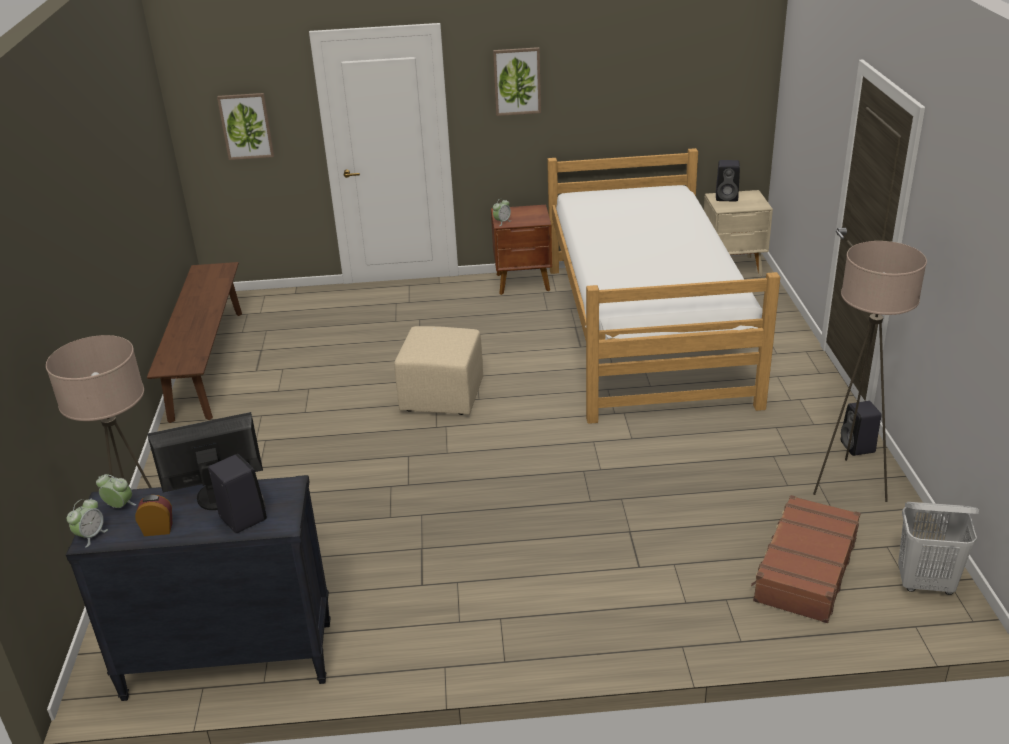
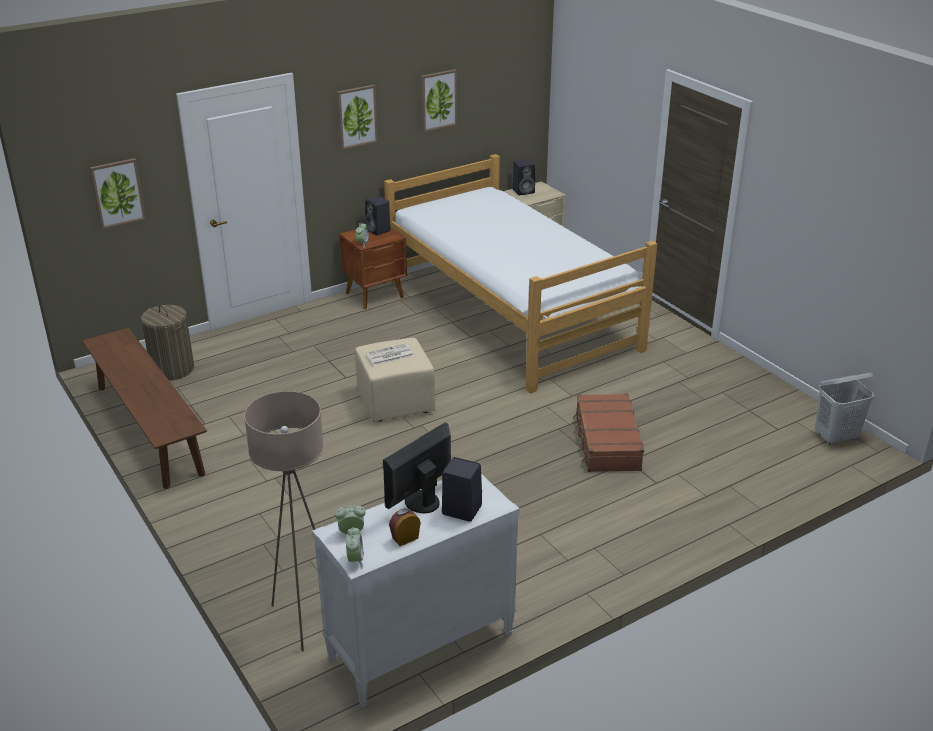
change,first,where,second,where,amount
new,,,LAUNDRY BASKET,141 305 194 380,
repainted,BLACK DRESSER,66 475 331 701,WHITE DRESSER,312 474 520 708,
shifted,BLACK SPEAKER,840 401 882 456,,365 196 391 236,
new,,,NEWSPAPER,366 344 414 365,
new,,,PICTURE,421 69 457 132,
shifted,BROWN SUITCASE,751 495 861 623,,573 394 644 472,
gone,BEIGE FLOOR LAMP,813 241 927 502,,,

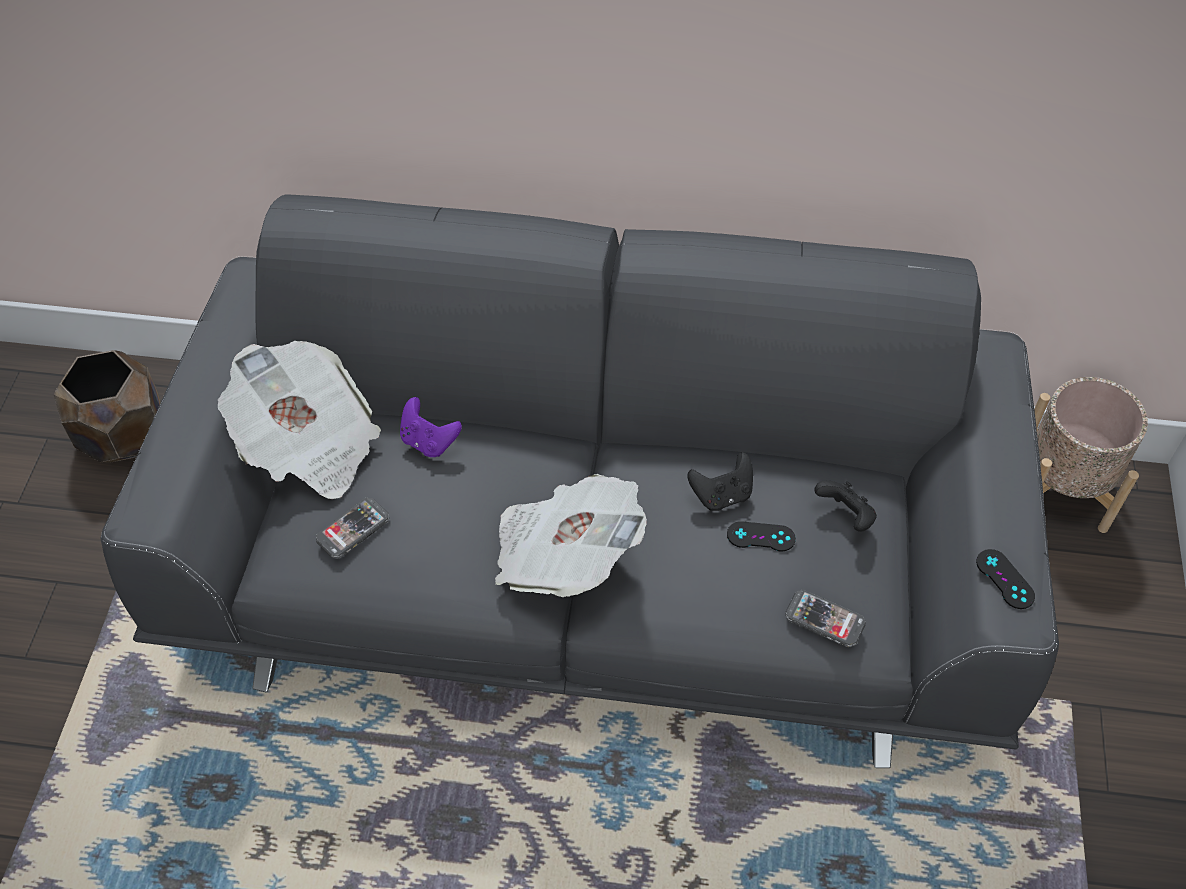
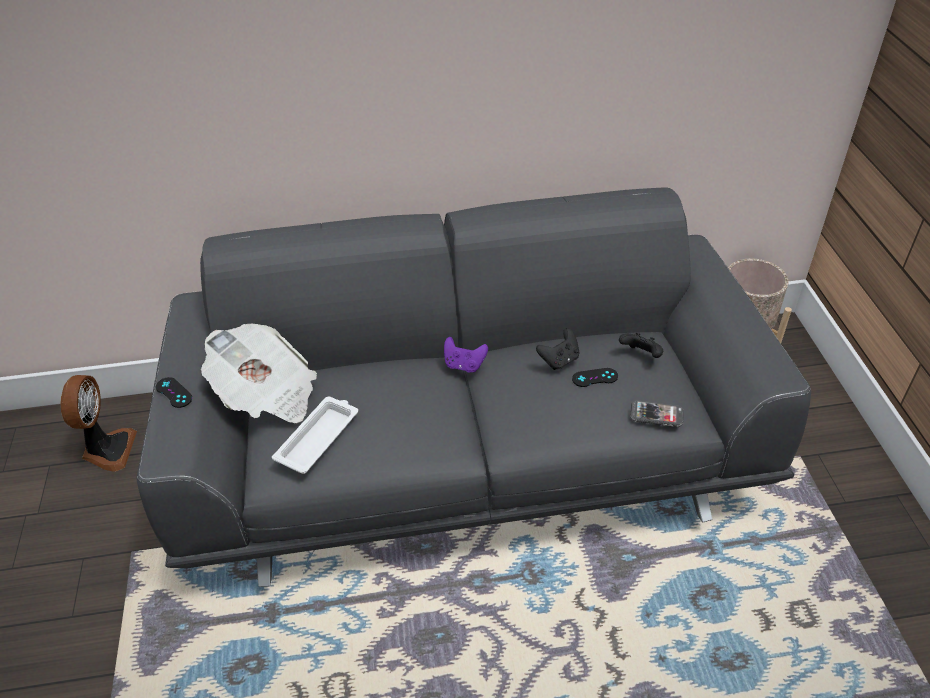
change,first,where,second,where,amount
swapped,BROWN PLANTER,54 350 161 463,FAN,60 375 137 472,
shifted,BLACK GAME CONTROLLER,976 549 1035 609,,156 377 192 408,
swapped,PHONE,316 498 389 558,WHITE TRAY,272 397 358 474,
shifted,PURPLE GAME CONTROLLER,400 397 462 457,,444 337 488 372,
gone,NEWSPAPER,495 474 647 597,,,

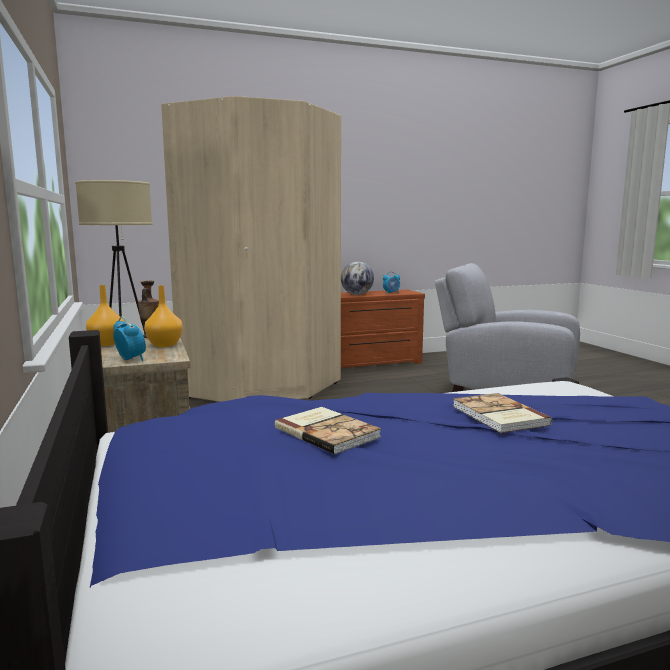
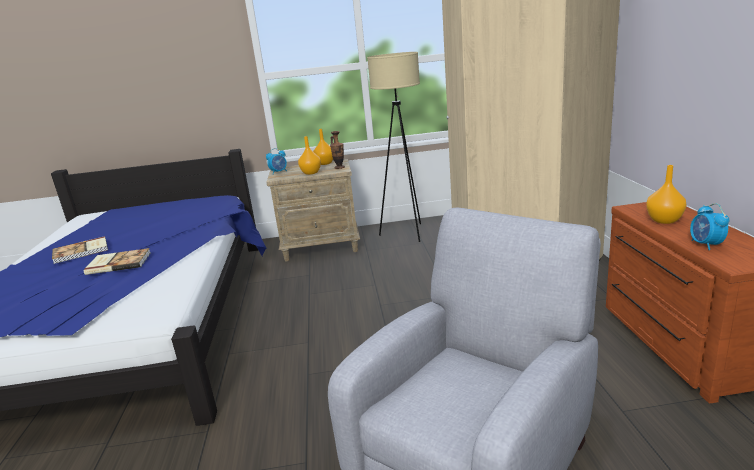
change,first,where,second,where,amount
shifted,BOOK,275 407 381 454,,52 236 108 264,
swapped,GLOBE,341 262 374 295,ORANGE VASE,646 165 686 224,

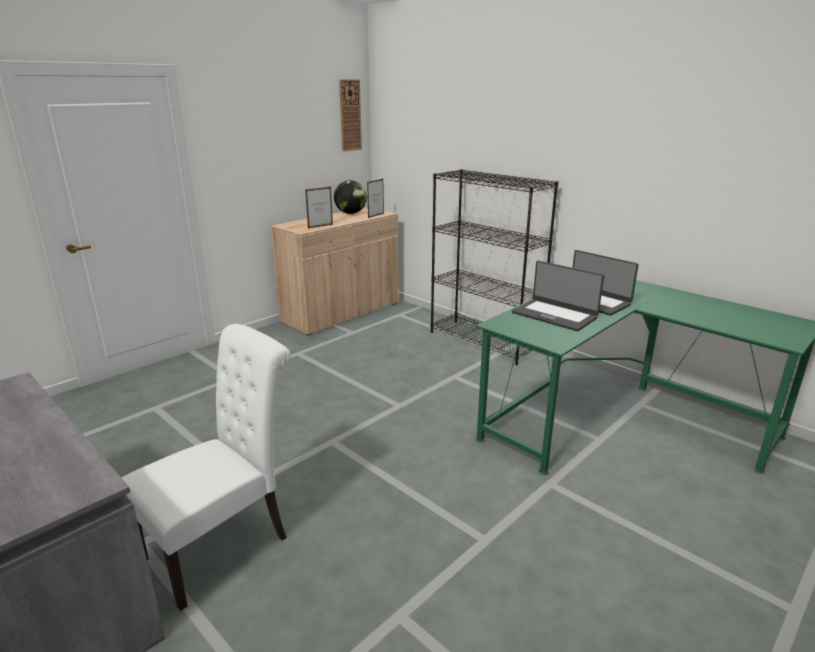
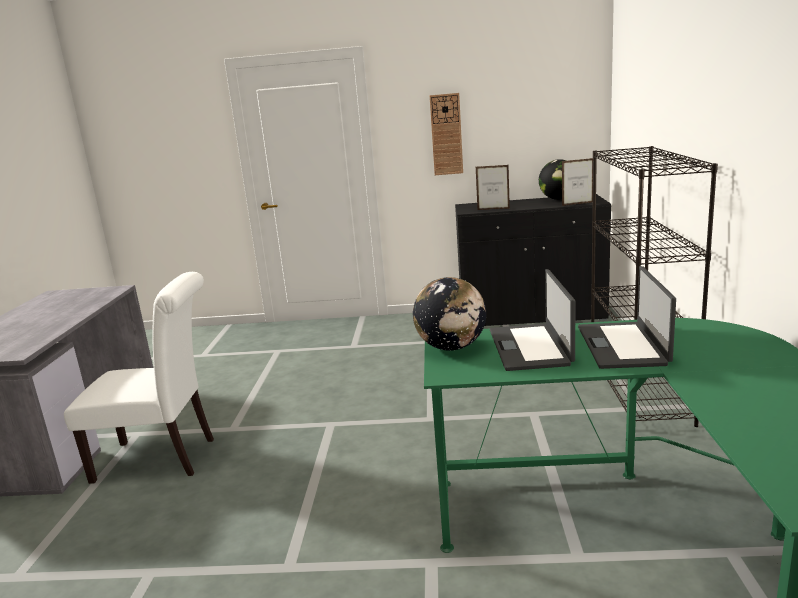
change,first,where,second,where,amount
new,,,GLOBE,413 277 486 351,
shifted,WALL CLOCK,339 79 362 151,,430 93 463 175,
repainted,BEIGE CABINET,270 207 399 336,BLACK CABINET,455 194 611 326,

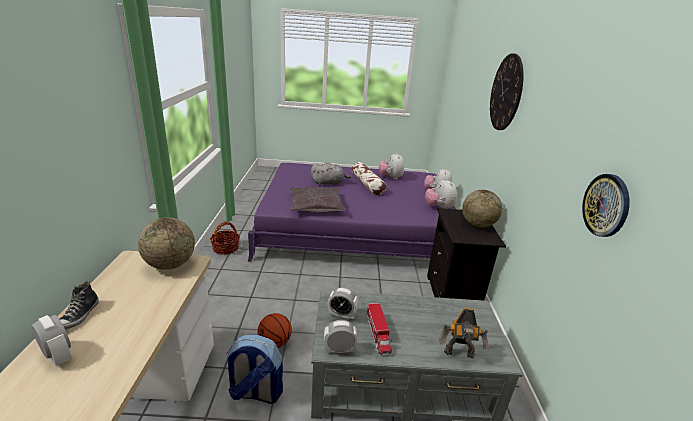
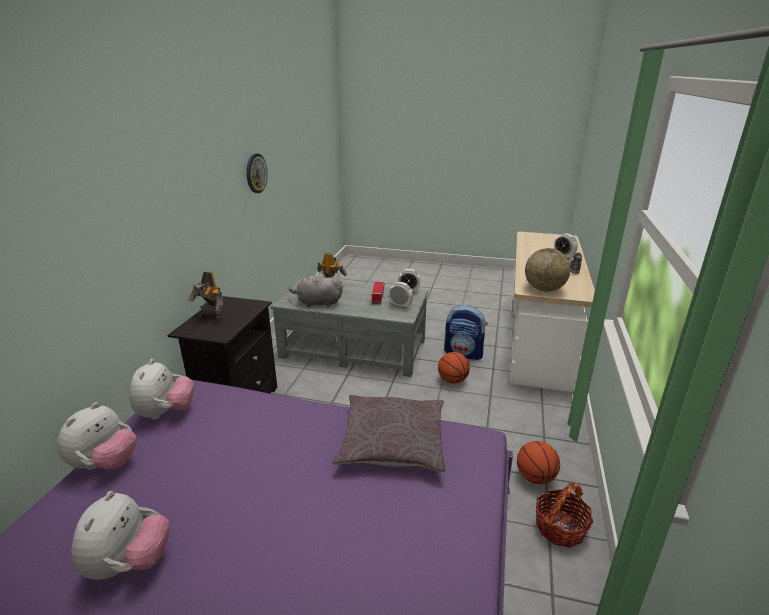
change,first,where,second,where,amount
swapped,GLOBE,462 190 502 228,TOY ROBOT,189 271 223 319,
shifted,GREY PLUSH TOY,311 162 351 186,,289 273 343 307,
new,,,BASKETBALL,517 441 560 484,
gone,PILLOW,352 162 386 195,,,
gone,WALL CLOCK,490 53 524 130,,,

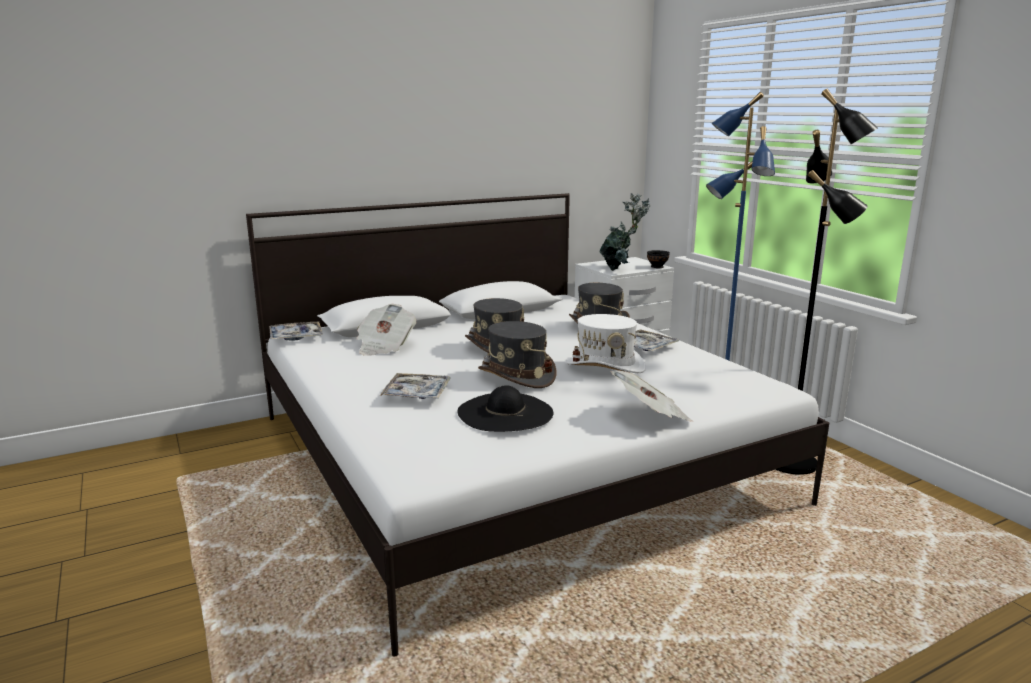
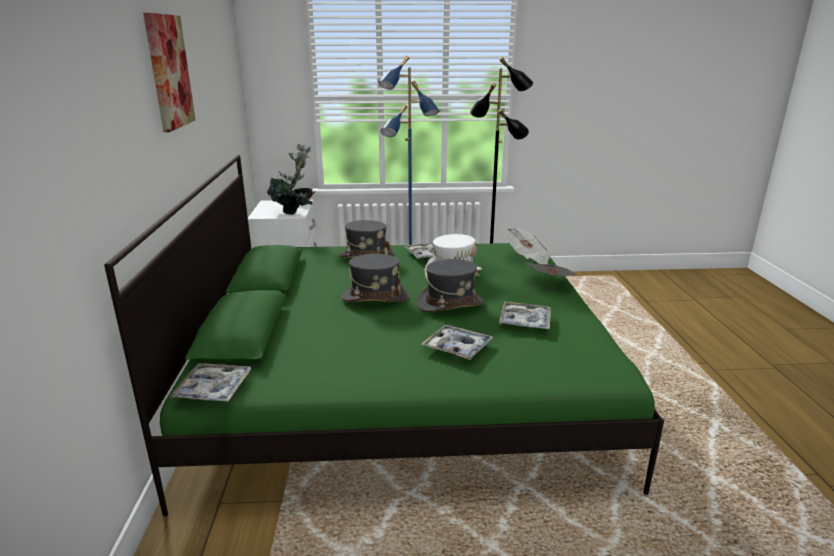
change,first,where,second,where,amount
repainted,WHITE BED,246 193 829 657,GREEN BED,104 155 664 517,
new,,,PICTURE,143 13 196 132,
swapped,BLACK HAT,457 385 553 432,TRAY,499 301 551 330,
shifted,NEWSPAPER,356 304 416 356,,506 227 551 264,

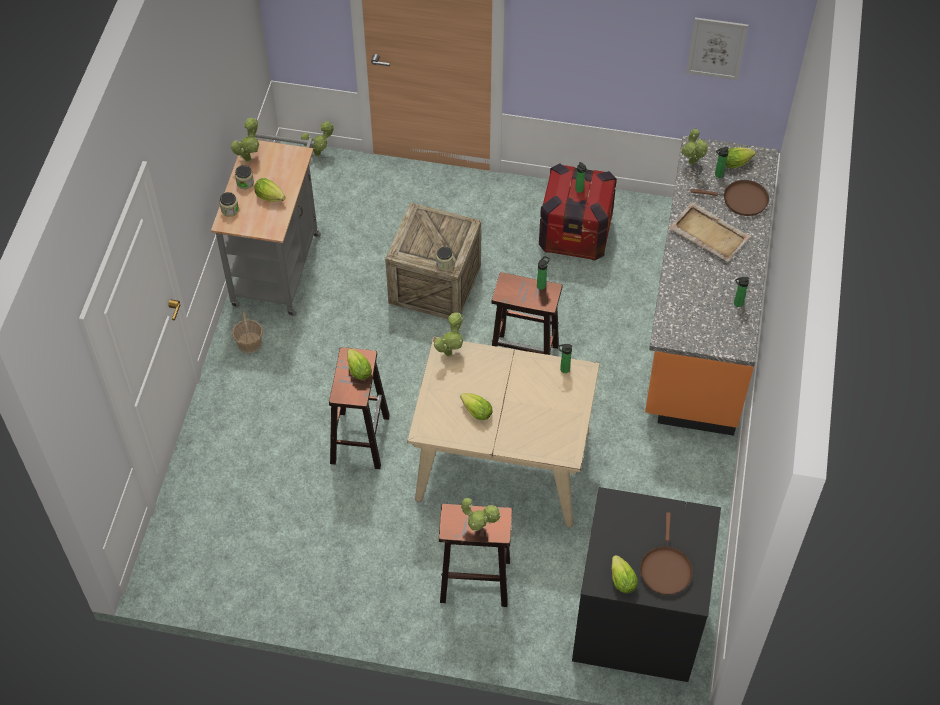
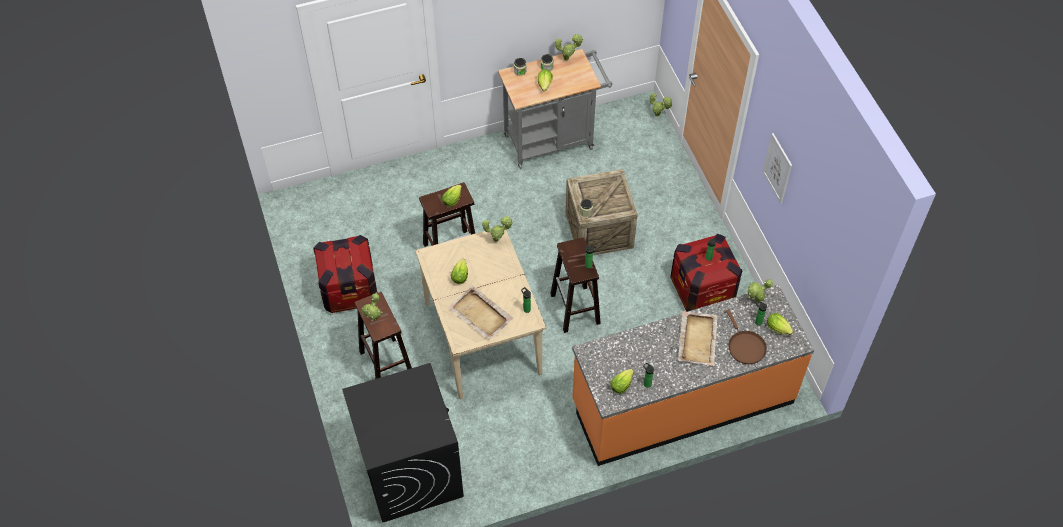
change,first,where,second,where,amount
new,,,CRATE,313 235 377 313,
new,,,BEIGE TRAY,448 286 513 340,
shifted,LETTUCE,612 555 638 593,,610 369 634 394,
shifted,PICTURE,686 17 748 80,,763 133 792 204,
gone,BASKET,232 311 263 353,,,
gone,BROWN FRYING PAN,640 512 693 595,,,

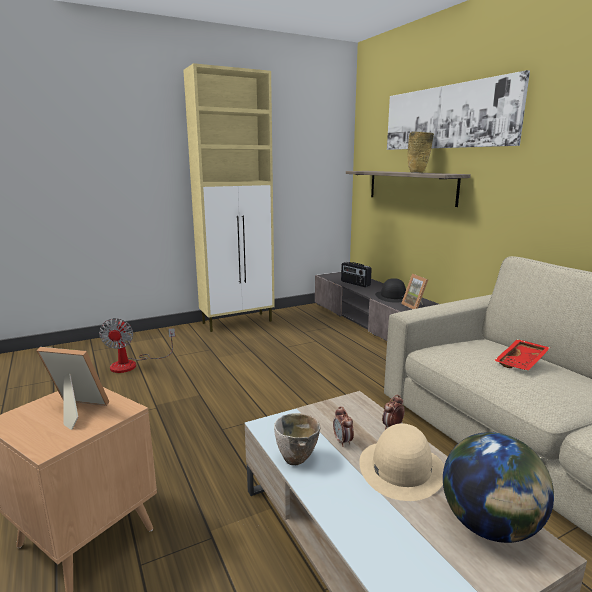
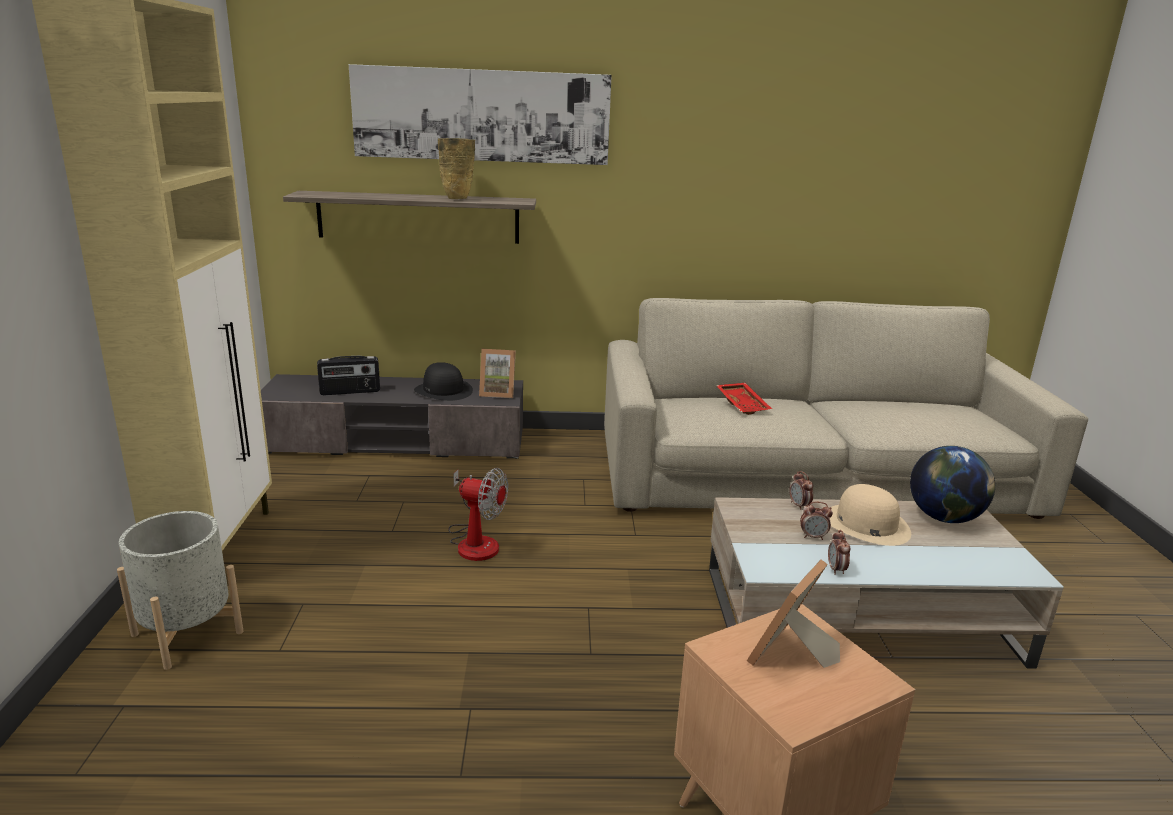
change,first,where,second,where,amount
new,,,GREY PLANTER,117 511 243 670,
shifted,FAN,99 318 175 373,,448 468 508 561,
swapped,BOWL,274 413 320 465,ALARM CLOCK,828 530 851 575,

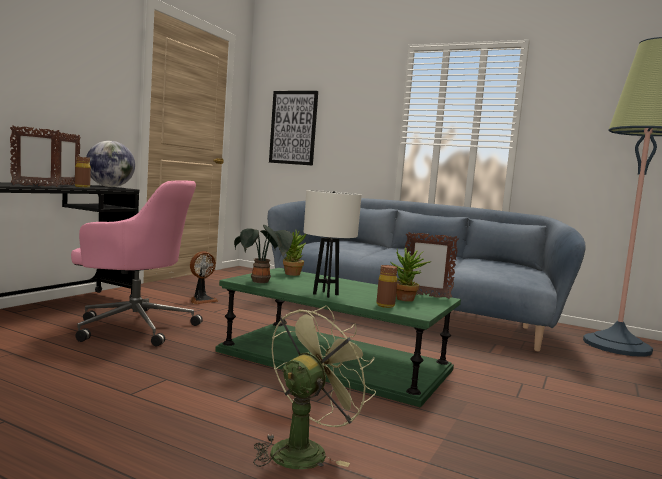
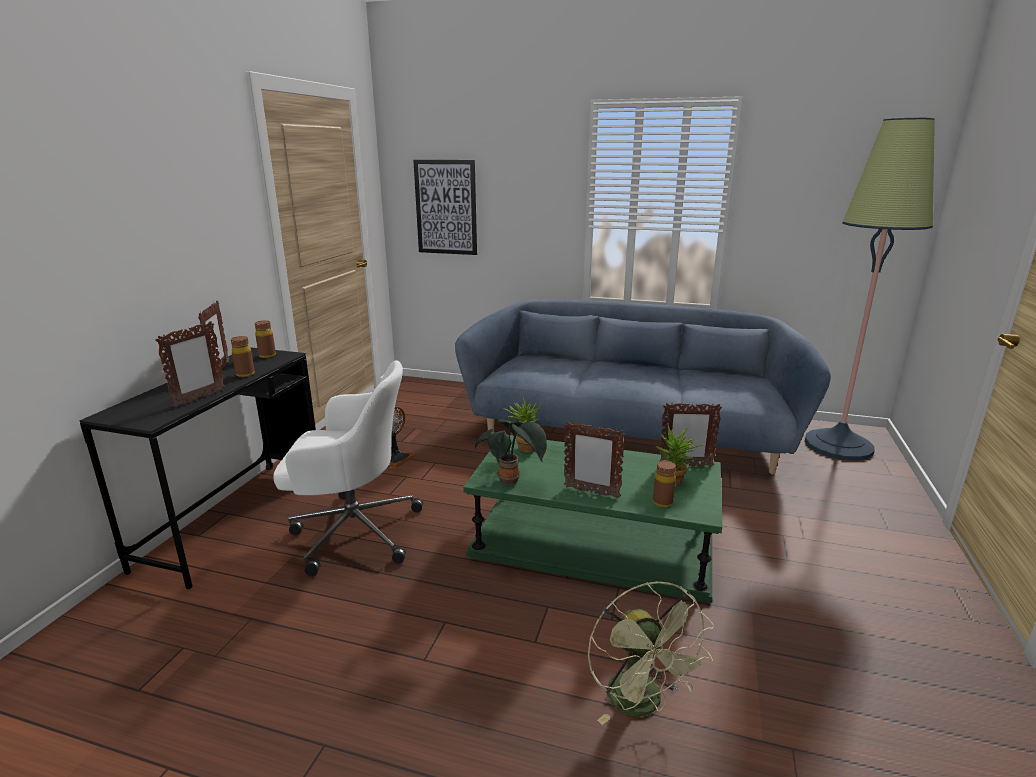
change,first,where,second,where,amount
swapped,GLOBE,86 141 135 187,BROWN BOTTLE,255 320 276 358,
repainted,PINK OFFICE CHAIR,71 181 203 346,WHITE OFFICE CHAIR,273 360 423 576,
swapped,WHITE TABLE LAMP,304 190 362 298,PICTURE FRAME,564 422 626 498,
rotated,GREEN FAN,253 305 376 469,,588 582 714 725,135 degrees clockwise

